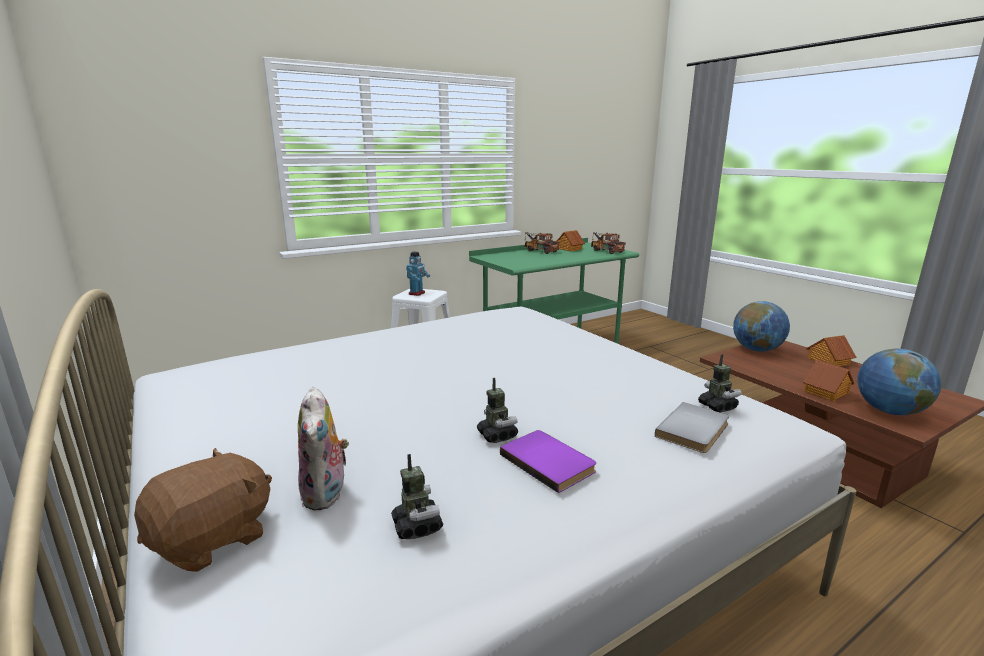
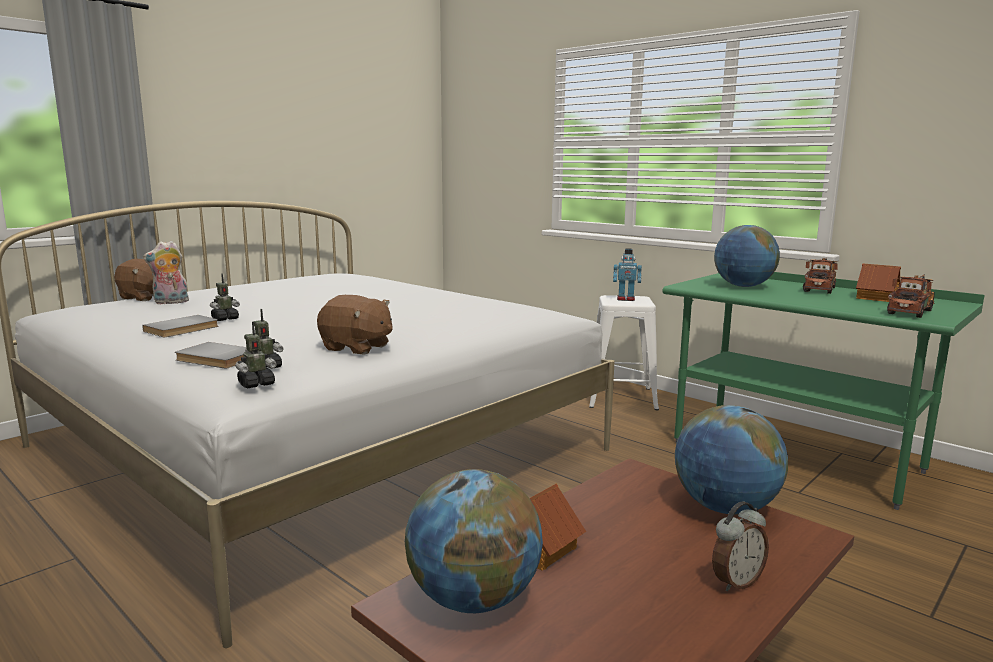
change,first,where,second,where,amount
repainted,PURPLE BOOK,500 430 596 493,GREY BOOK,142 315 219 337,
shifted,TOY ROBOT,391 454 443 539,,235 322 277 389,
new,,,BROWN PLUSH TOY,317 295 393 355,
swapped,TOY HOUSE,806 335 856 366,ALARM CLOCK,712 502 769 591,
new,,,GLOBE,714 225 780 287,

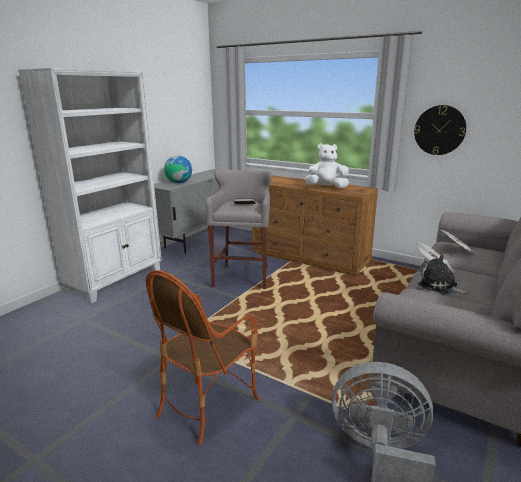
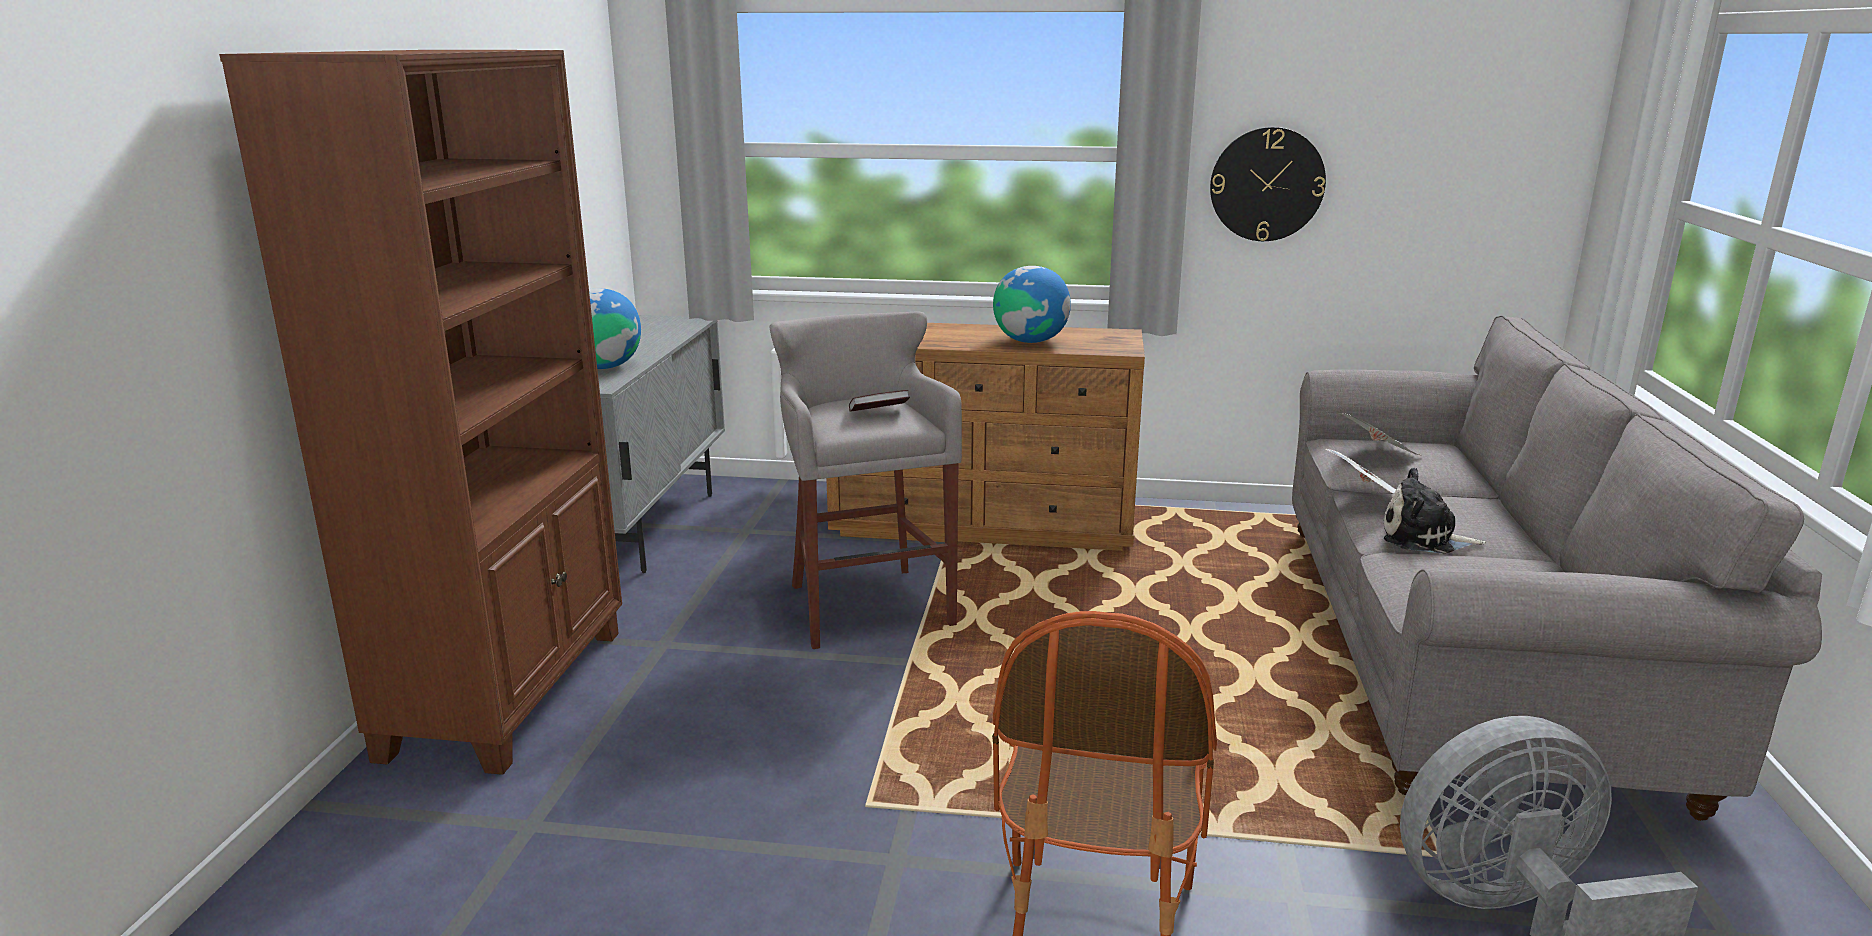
change,first,where,second,where,amount
repainted,WHITE BOOKCASE,18 68 162 304,BROWN BOOKCASE,219 50 622 775,
swapped,WHITE PLUSH TOY,305 143 349 188,GLOBE,993 266 1071 343,

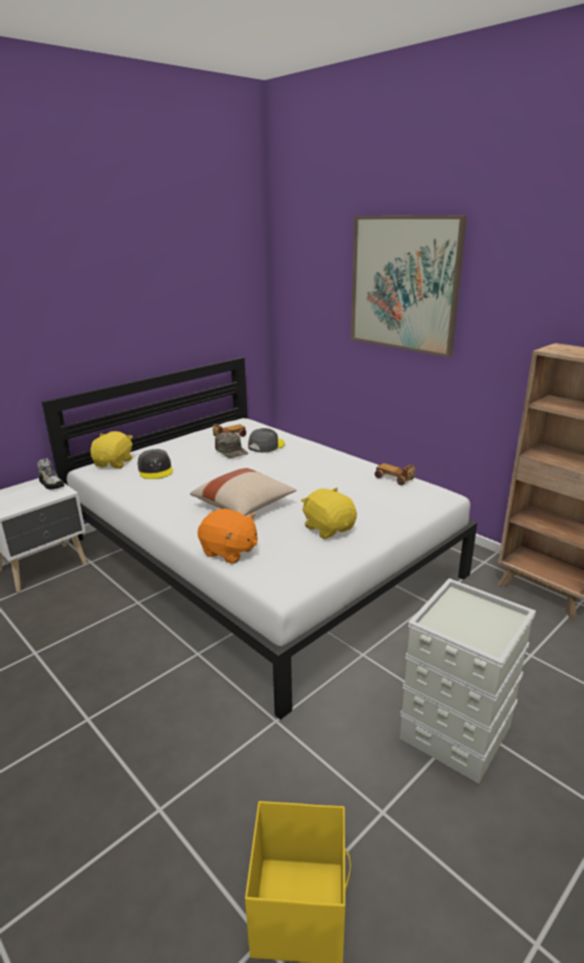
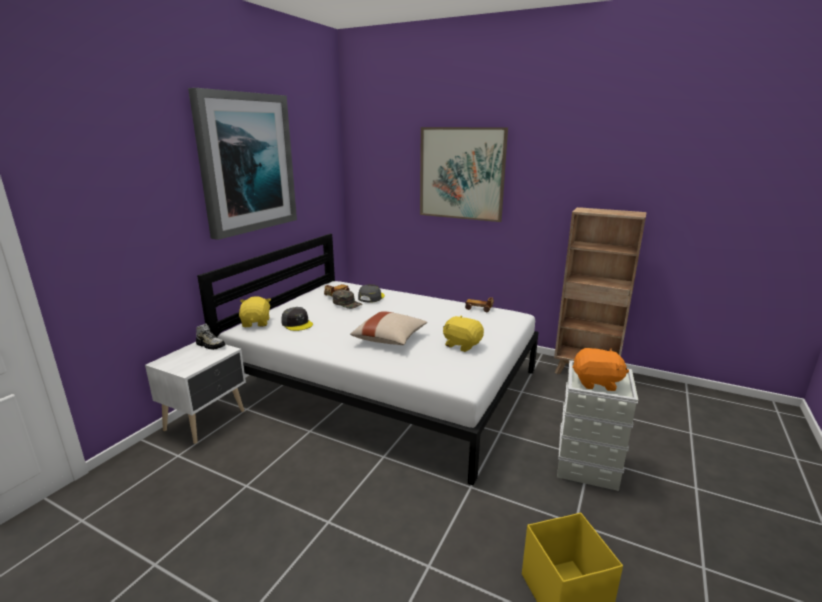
change,first,where,second,where,amount
new,,,PICTURE,188 88 297 240,
shifted,ORANGE PLUSH TOY,198 509 257 564,,572 348 629 391,

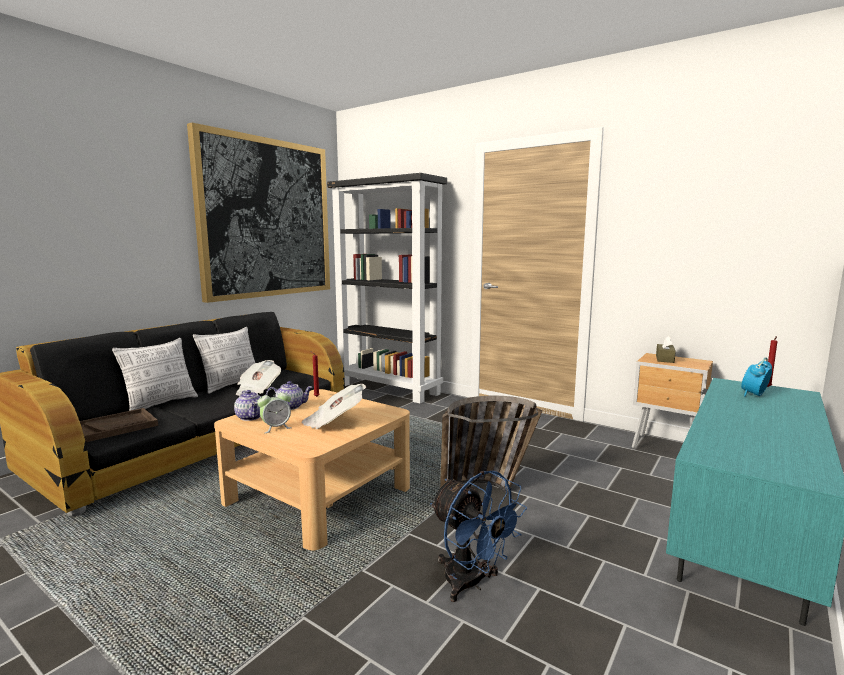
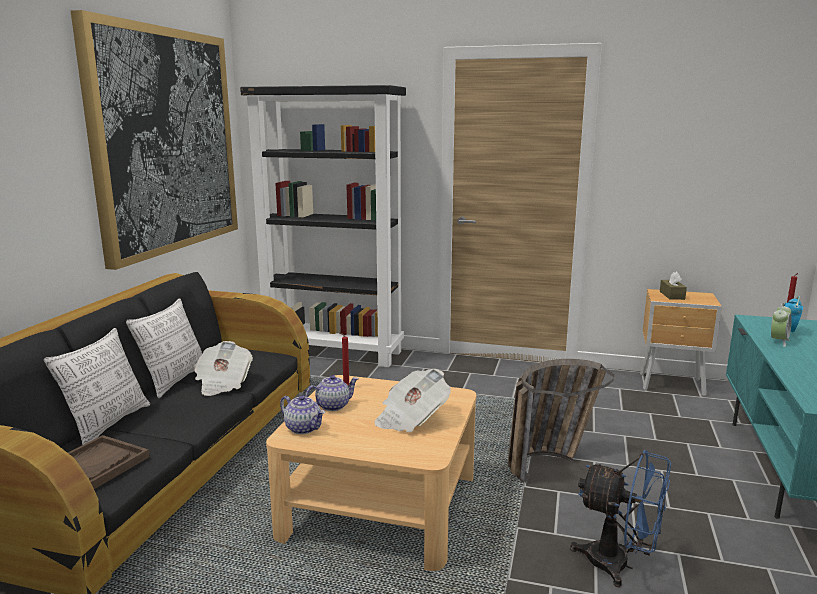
change,first,where,second,where,amount
shifted,ALARM CLOCK,257 388 292 433,,771 303 792 347,

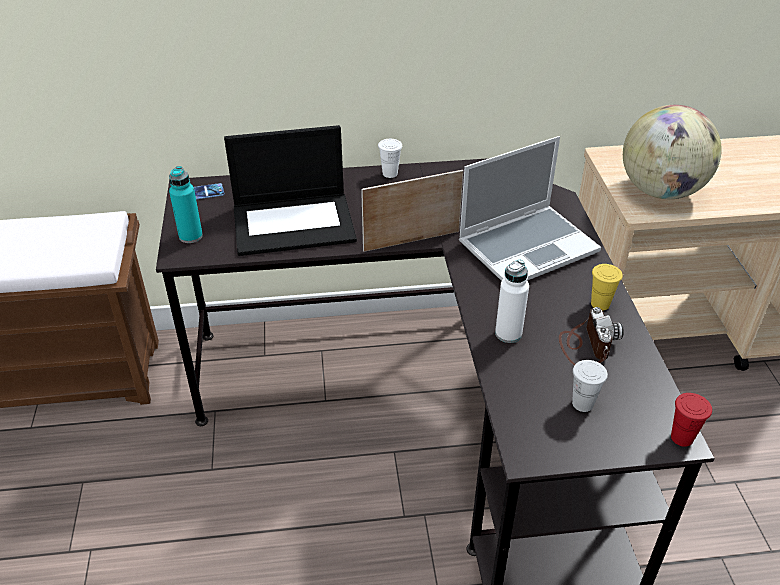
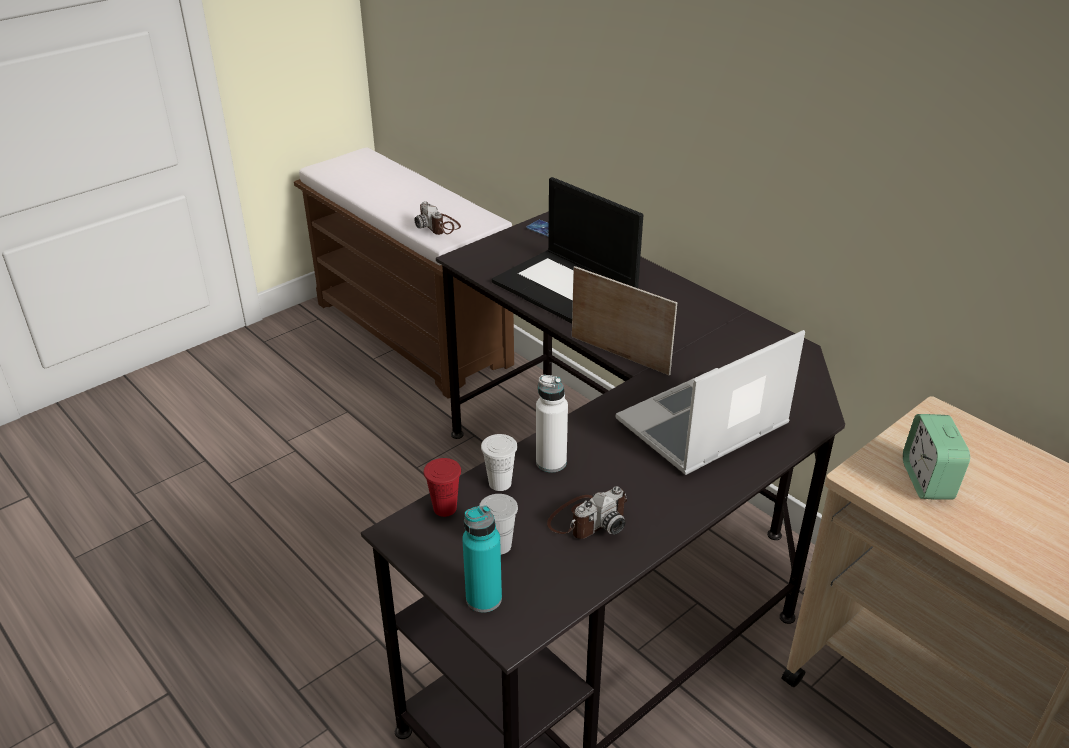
change,first,where,second,where,amount
new,,,PHOTO CAMERA,414 201 461 235,
shifted,RED CUP,671 393 712 447,,424 458 461 517,
shifted,TURQUOISE BOTTLE,169 166 203 243,,462 505 502 613,
shifted,WHITE CUP,378 139 402 178,,481 434 517 491,
rotated,LAPTOP,459 136 601 281,,616 330 805 475,120 degrees clockwise
swapped,GLOBE,623 105 722 199,ALARM CLOCK,903 414 970 500,
gone,YELLOW CUP,591 264 623 311,,,

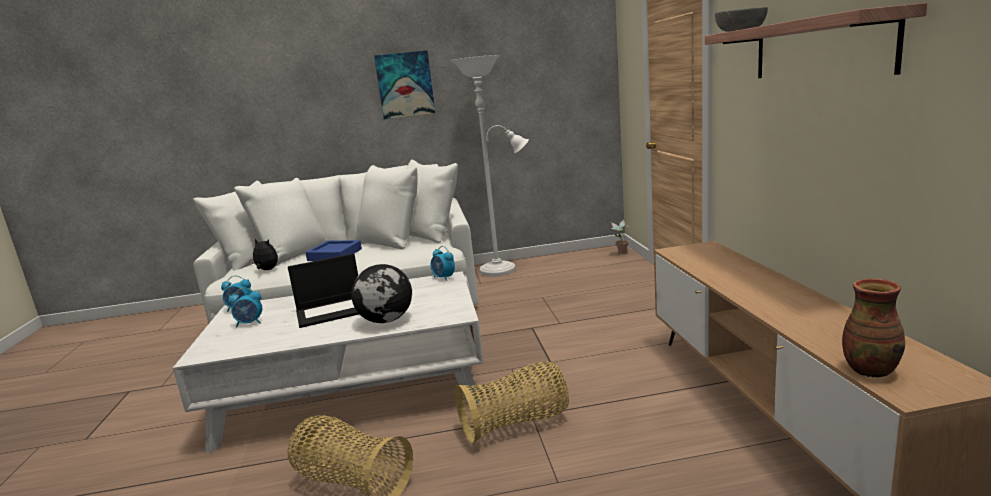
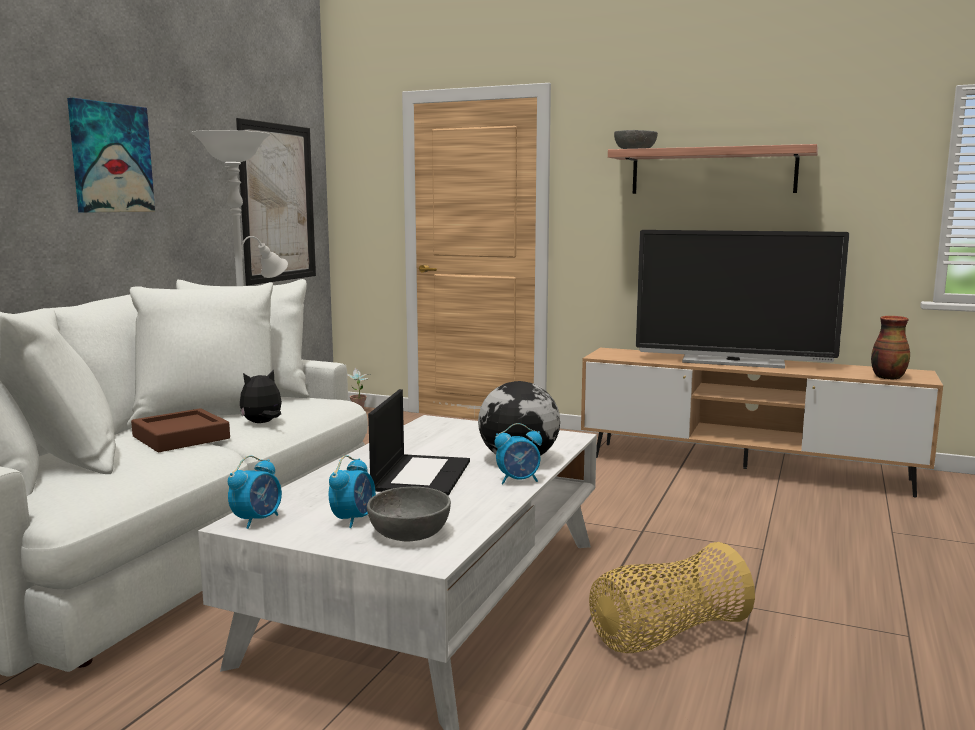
change,first,where,second,where,amount
repainted,BLUE TRAY,305 240 362 261,BROWN TRAY,131 408 230 452,
new,,,PICTURE,236 118 316 285,
shifted,PLUSH TOY,249 239 278 270,,240 370 282 423,
new,,,GREY BOWL,367 487 451 541,
shifted,ALARM CLOCK,431 246 455 281,,495 423 542 484,
new,,,TELEVISION,636 230 849 369,
gone,BASKET,455 362 569 443,,,

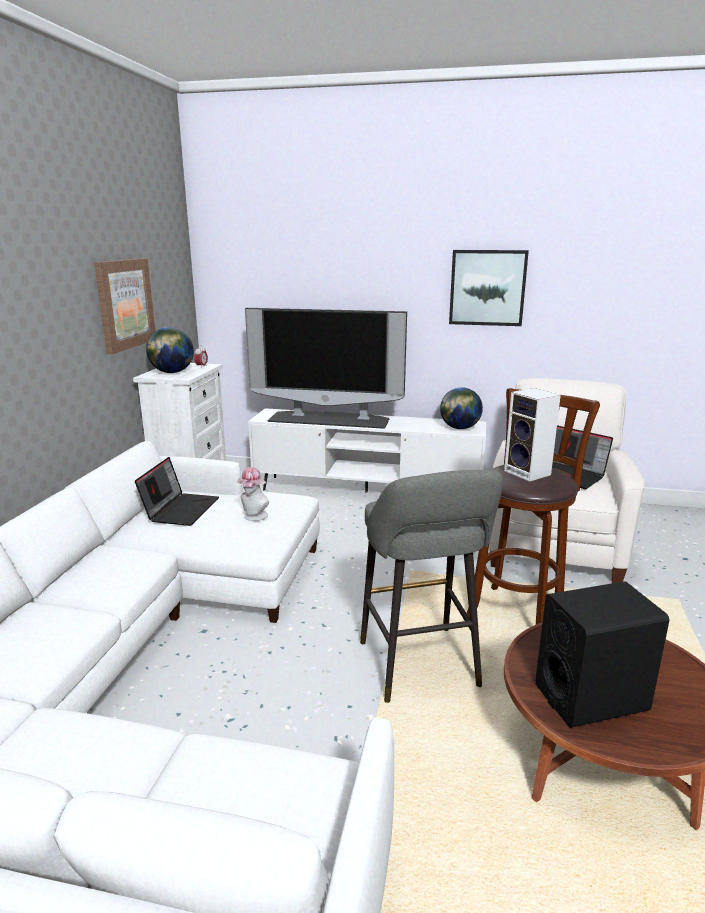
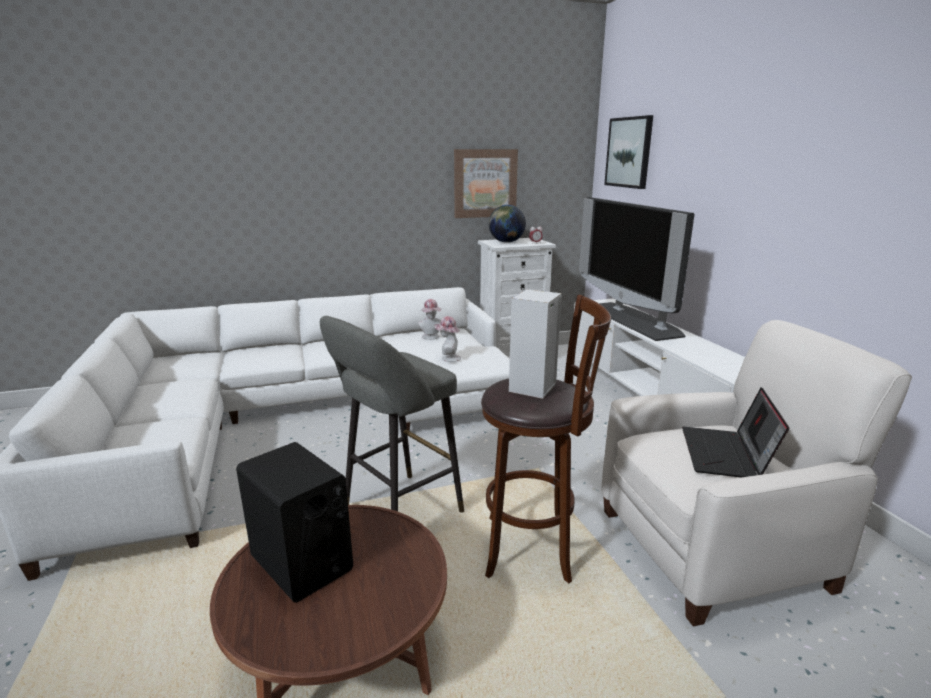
change,first,where,second,where,amount
swapped,LAPTOP,135 457 219 526,HAT,418 299 441 340,
shifted,PICTURE,449 250 529 326,,604 115 653 189,
gone,GLOBE,440 387 483 429,,,

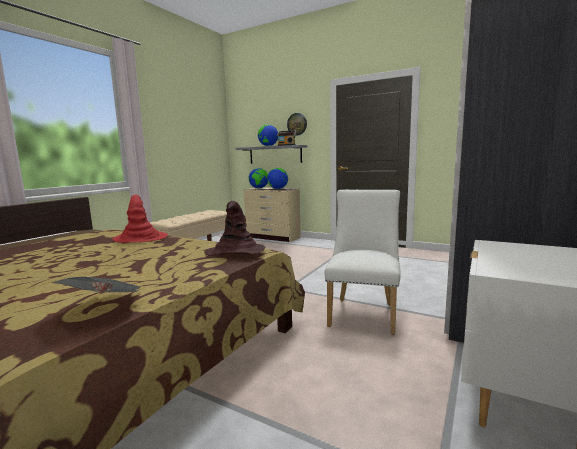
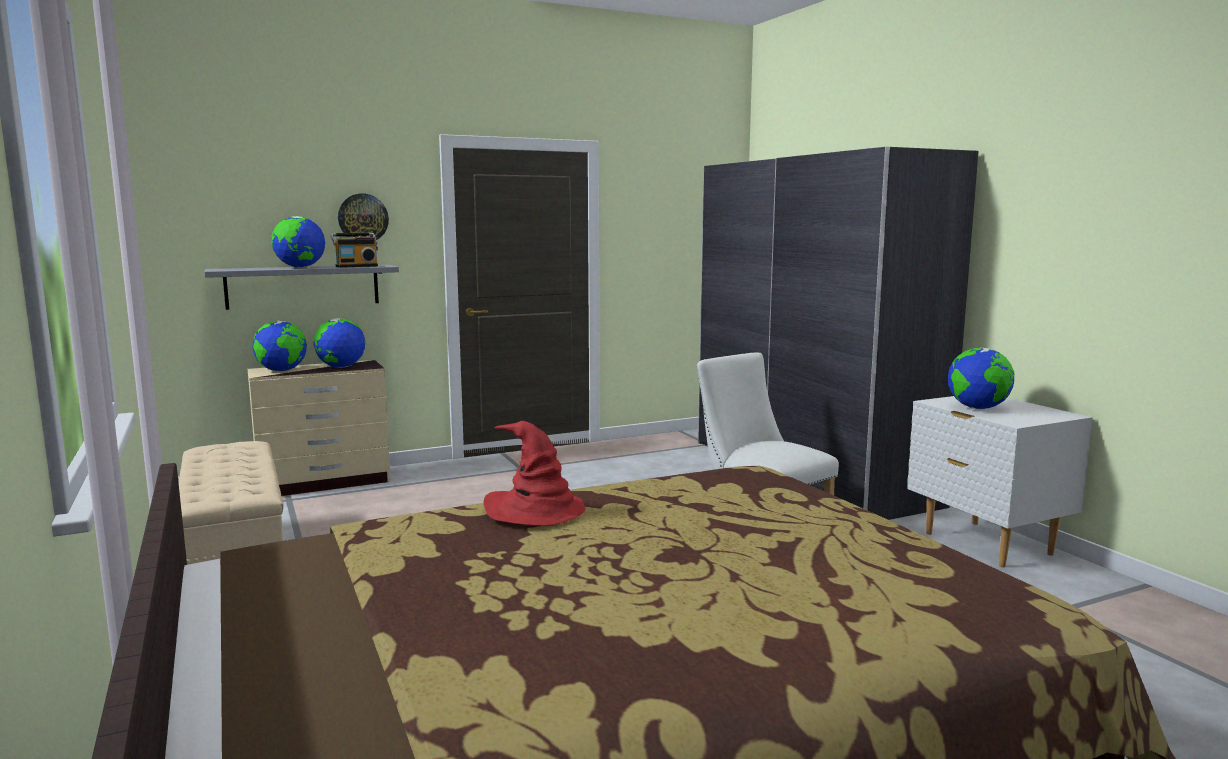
change,first,where,second,where,amount
new,,,GLOBE,948 348 1014 409,
gone,NEWSPAPER,52 277 140 294,,,
gone,BROWN HAT,204 201 266 256,,,

